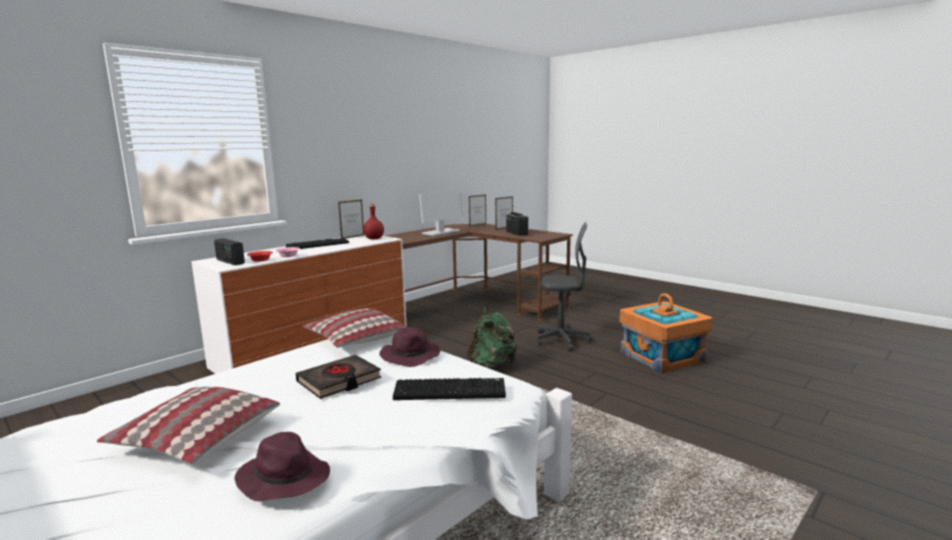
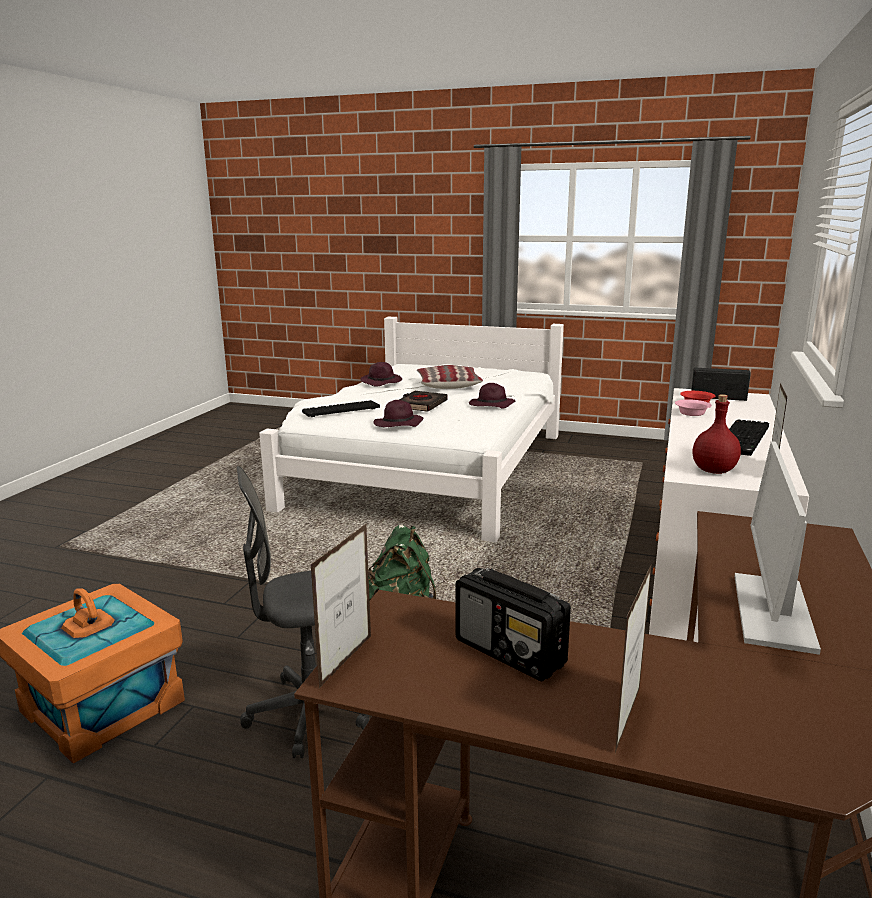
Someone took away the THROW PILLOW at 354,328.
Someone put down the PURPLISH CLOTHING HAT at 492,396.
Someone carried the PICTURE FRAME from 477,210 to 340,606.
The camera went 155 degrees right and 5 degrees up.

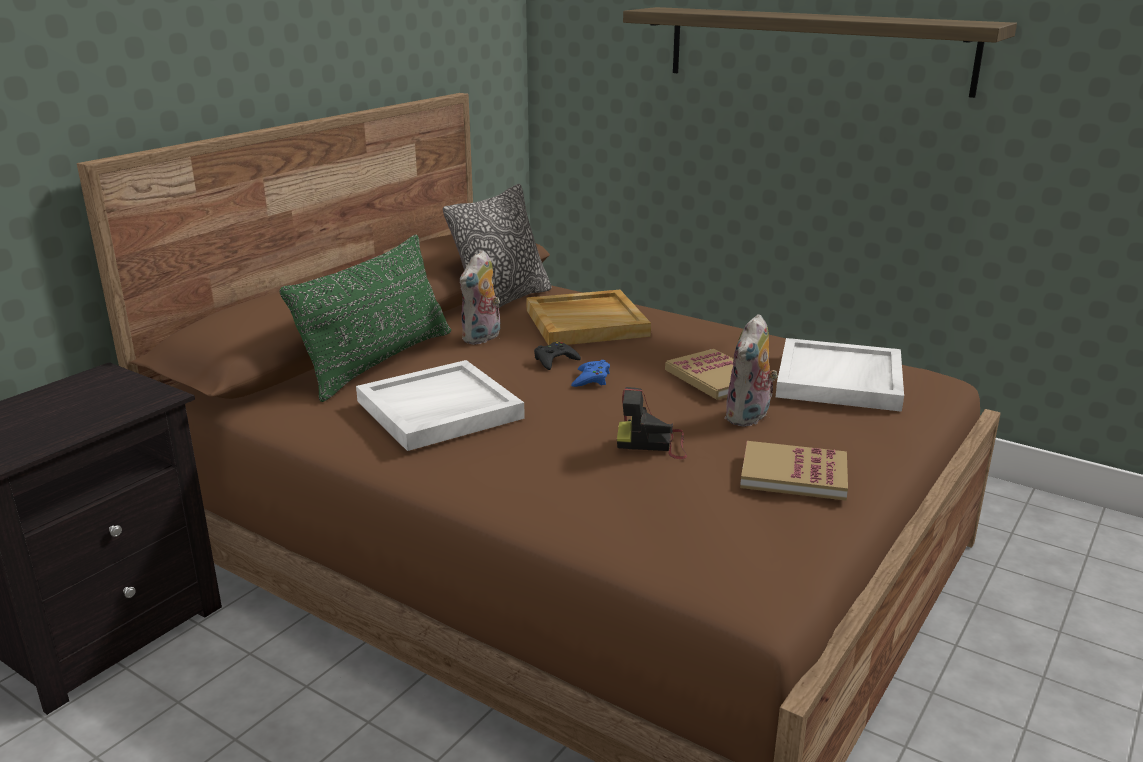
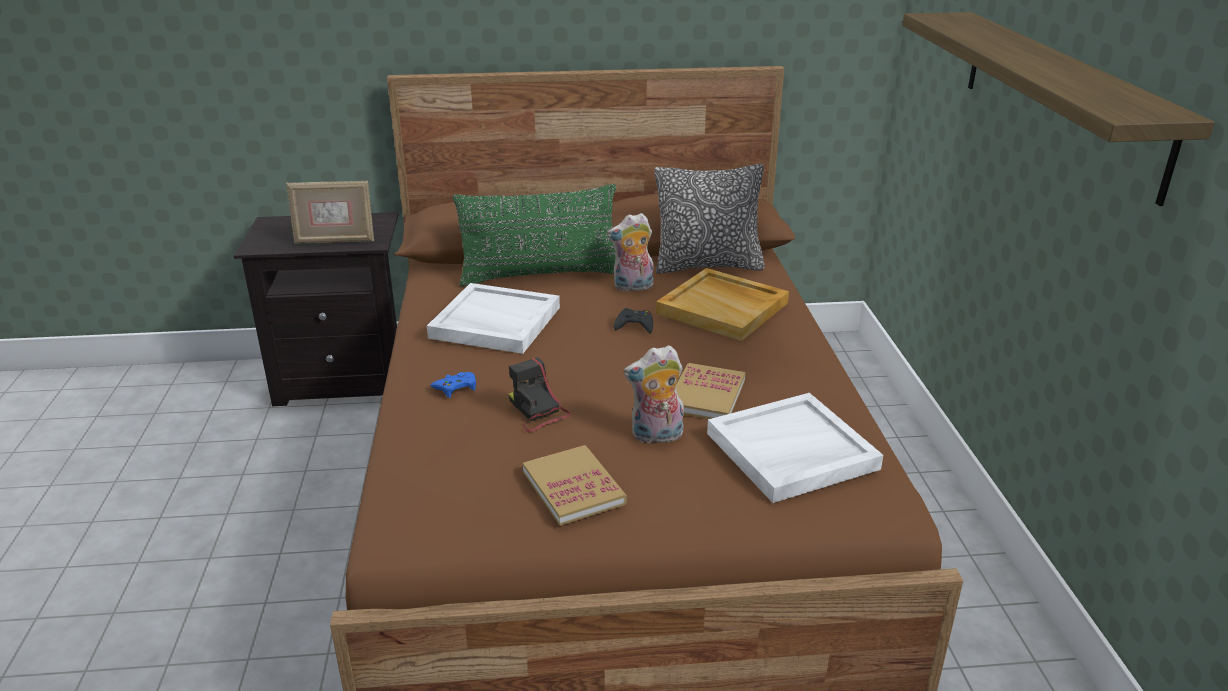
Someone put down the PICTURE FRAME at 330,212.
Someone carried the BLUISH JOYPAD from 590,373 to 453,385.
The camera went 50 degrees right and 5 degrees up.

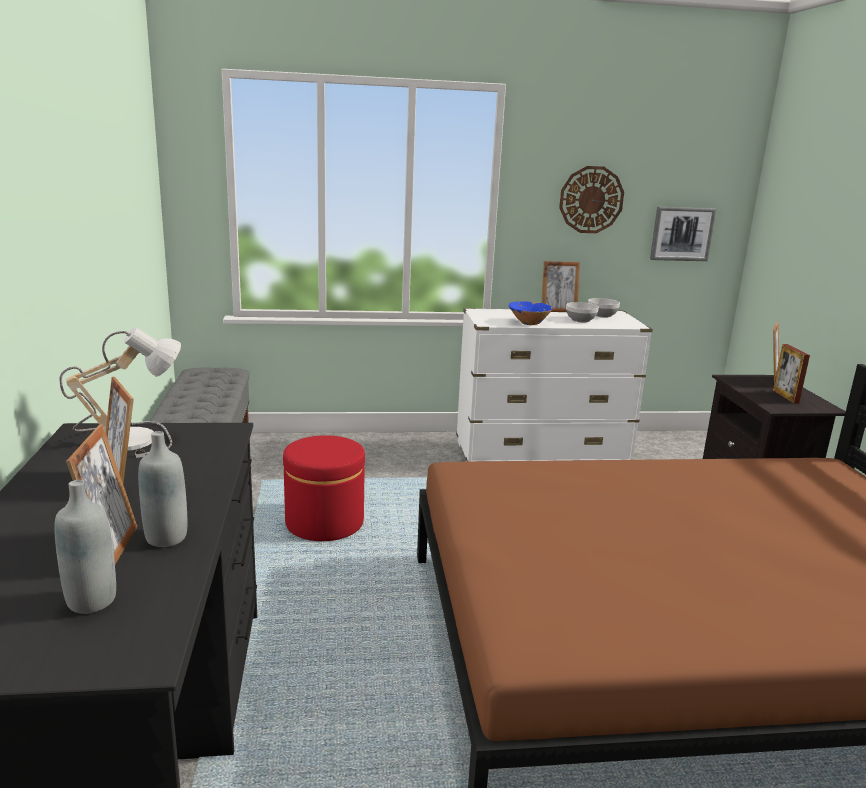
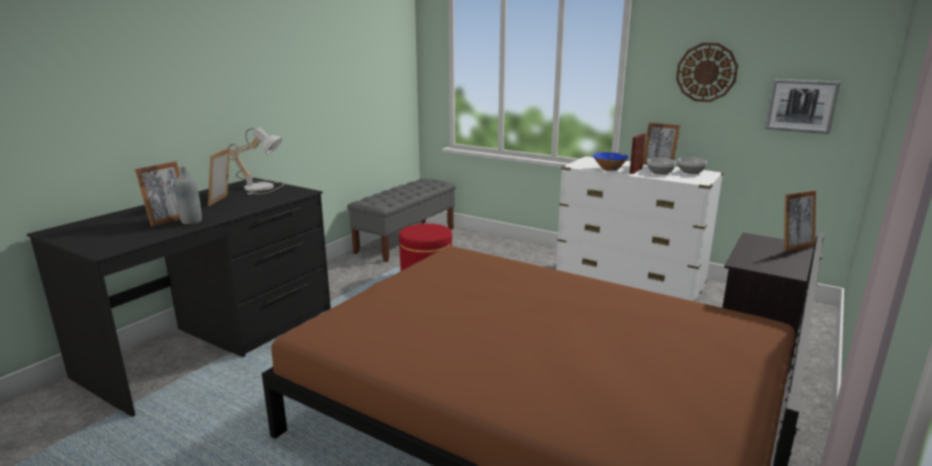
Someone took away the GRAY BEVERAGE BOTTLE at 85,547.
Someone carried the PICTURE FRAME from 791,374 to 637,153.
The camera went 40 degrees right and 0 degrees up.

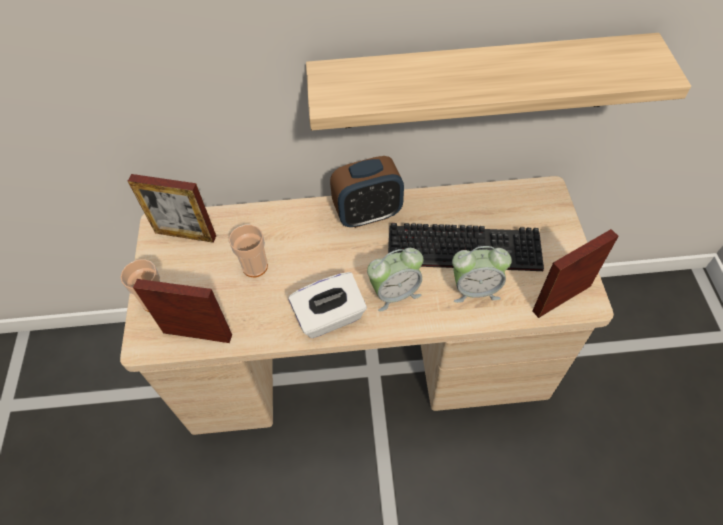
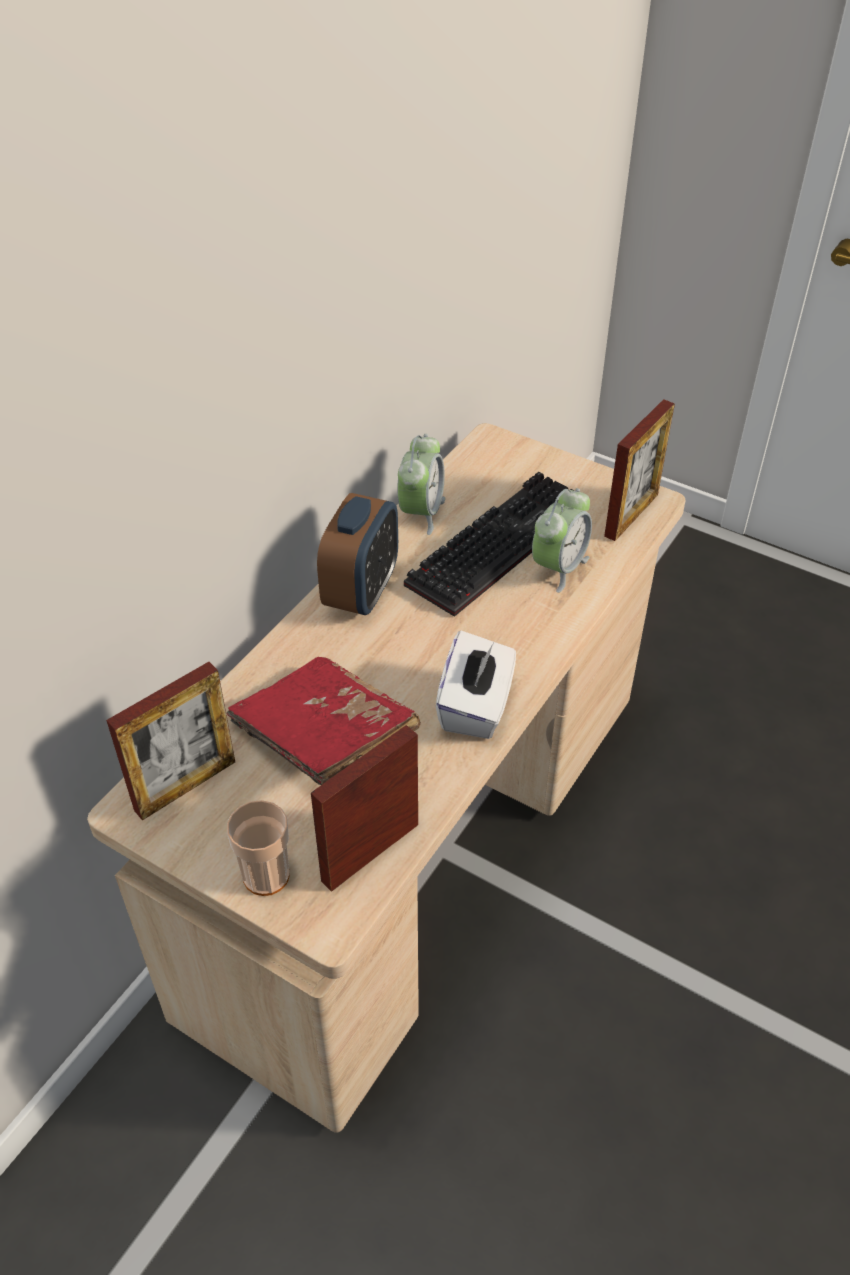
Someone took away the WALL SHELF at 498,81.
Someone carried the TABLE CLOCK from 395,280 to 421,484.
Someone swapped the CUP at 248,251 for the REDDISH BOOK at 323,721.
Someone rotated the PICTURE FRAME at 576,273 by 150 degrees counterclockwise.
The camera went 55 degrees left and 10 degrees down.

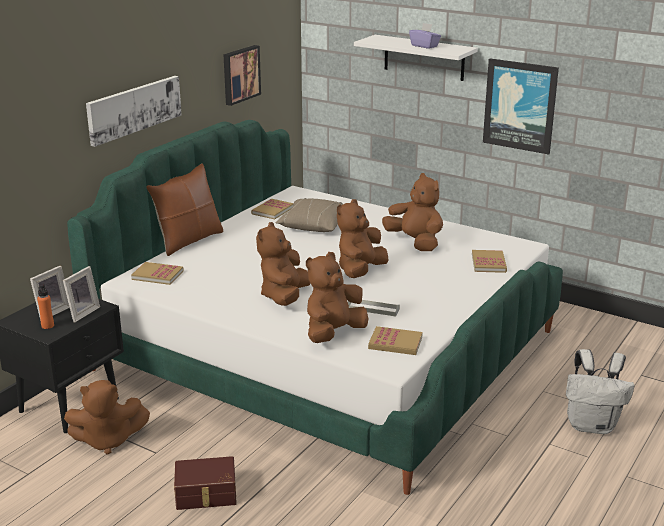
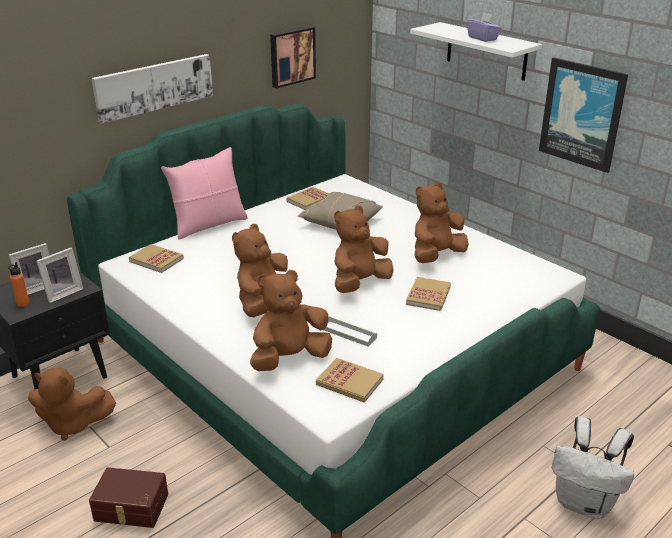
Someone carried the BOOK from 489,261 to 428,294.
Someone repainted the BROWN THROW PILLOW at 184,209, which became the PINK THROW PILLOW at 204,193.
Someone rotated the BROWN PLUSH TOY at 412,212 by 105 degrees counterclockwise.
The camera went 15 degrees right and 5 degrees up.

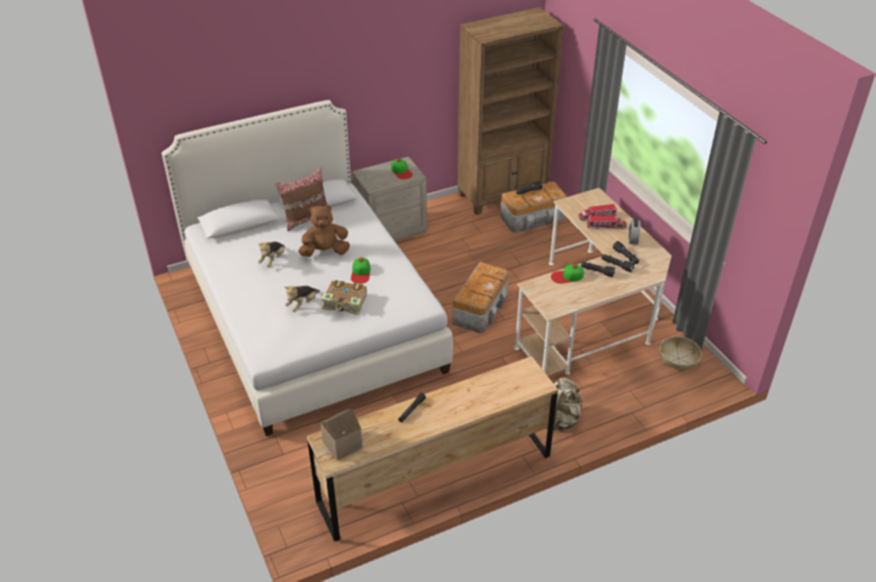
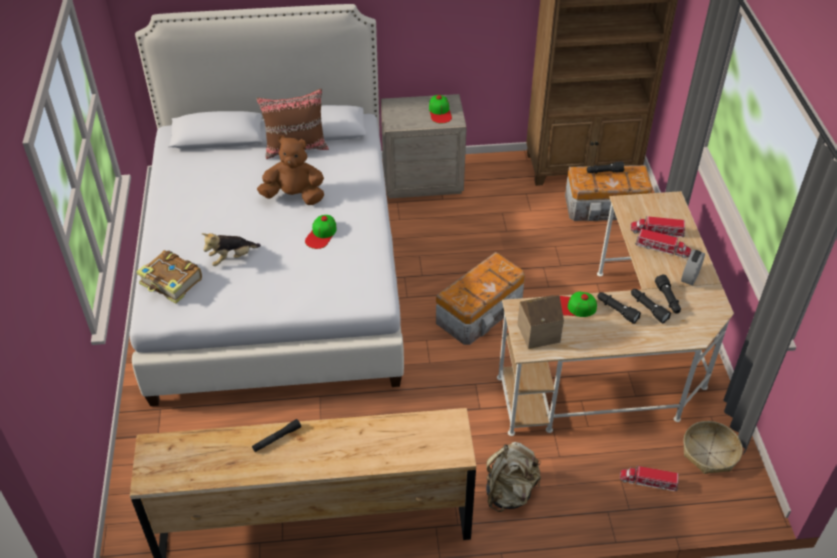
Someone took away the PLUSH TOY at 271,254.
Someone put down the TOY LORRY at 649,478.
Someone carried the MODEL HOUSE from 341,434 to 540,322.
Someone carried the BOOK from 344,297 to 169,277.
The camera went 20 degrees right and 5 degrees up.

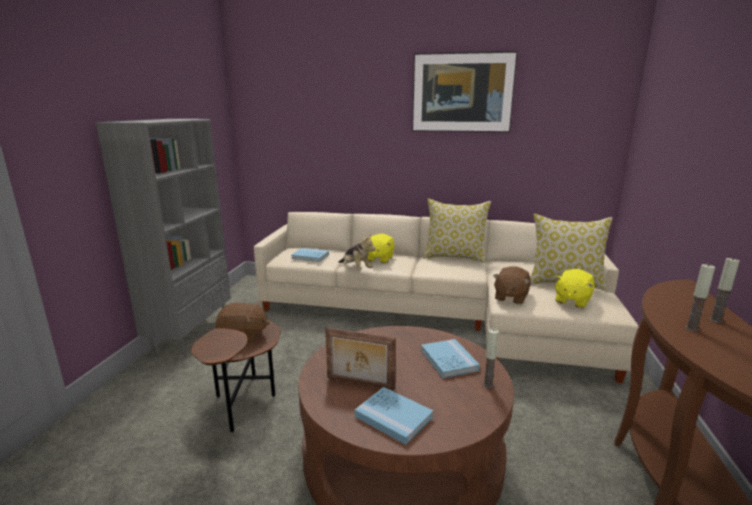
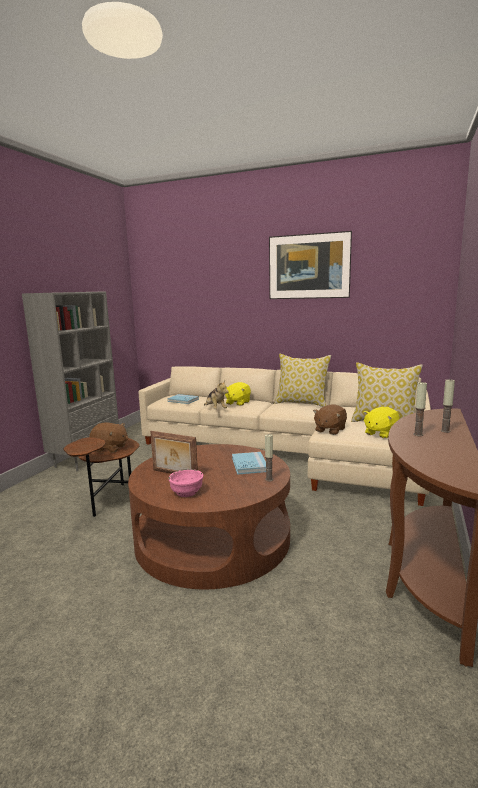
Someone swapped the BLUISH BOOK at 394,416 for the PINK DEEP DISH at 185,483.
The camera went 10 degrees right and 5 degrees down.

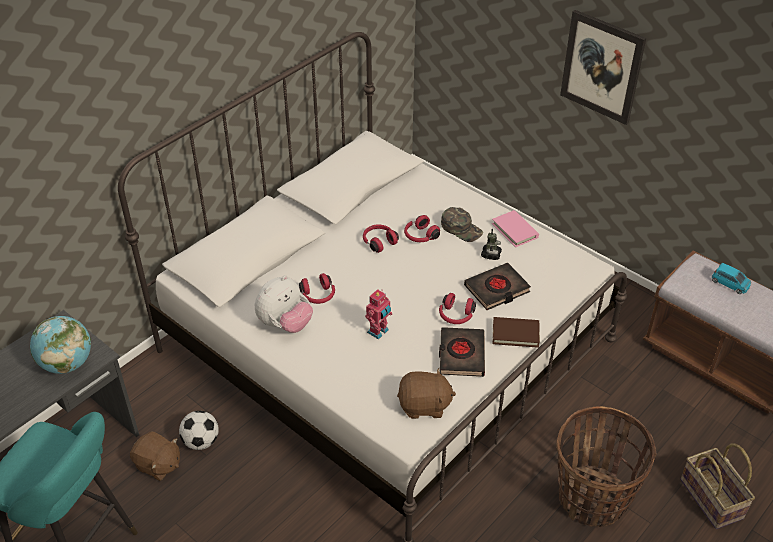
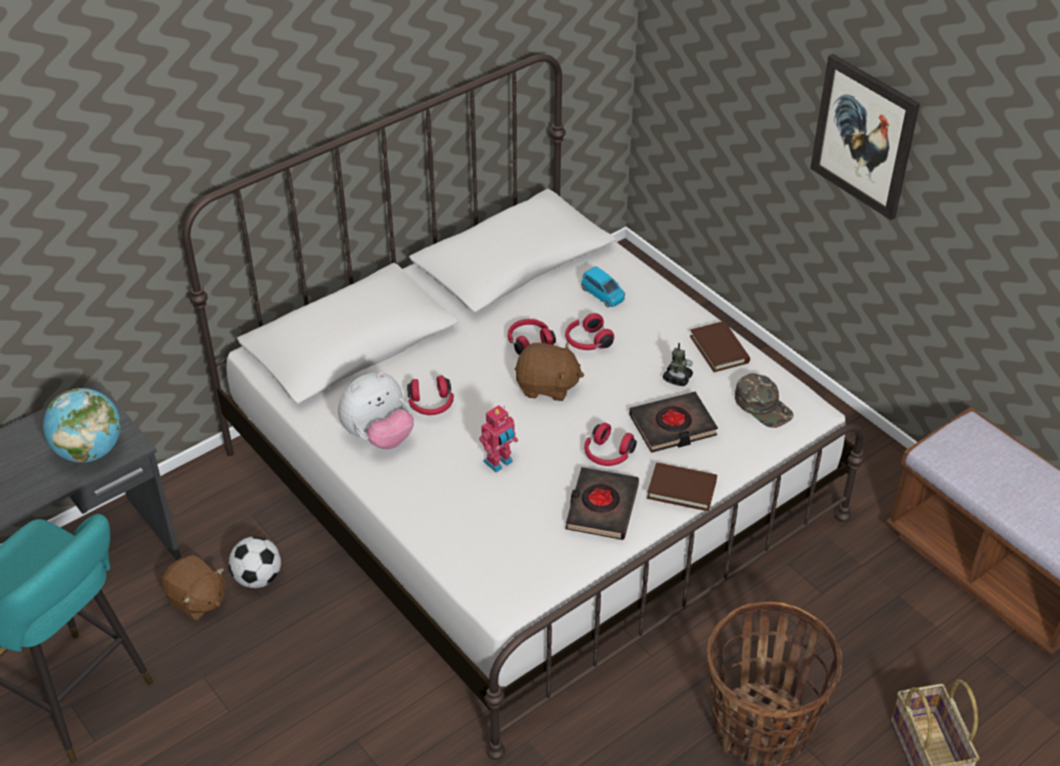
Someone carried the BROWN PLUSH TOY from 426,393 to 549,371.
Someone carried the GREEN-COLOURED PEAKED CAP from 462,224 to 764,400.
Someone carried the BLUISH MINIATURE CAR from 731,278 to 603,286.
Someone repainted the PINK BOOK at 515,228, which became the BROWN BOOK at 720,346.
The camera went 10 degrees right and 0 degrees up.

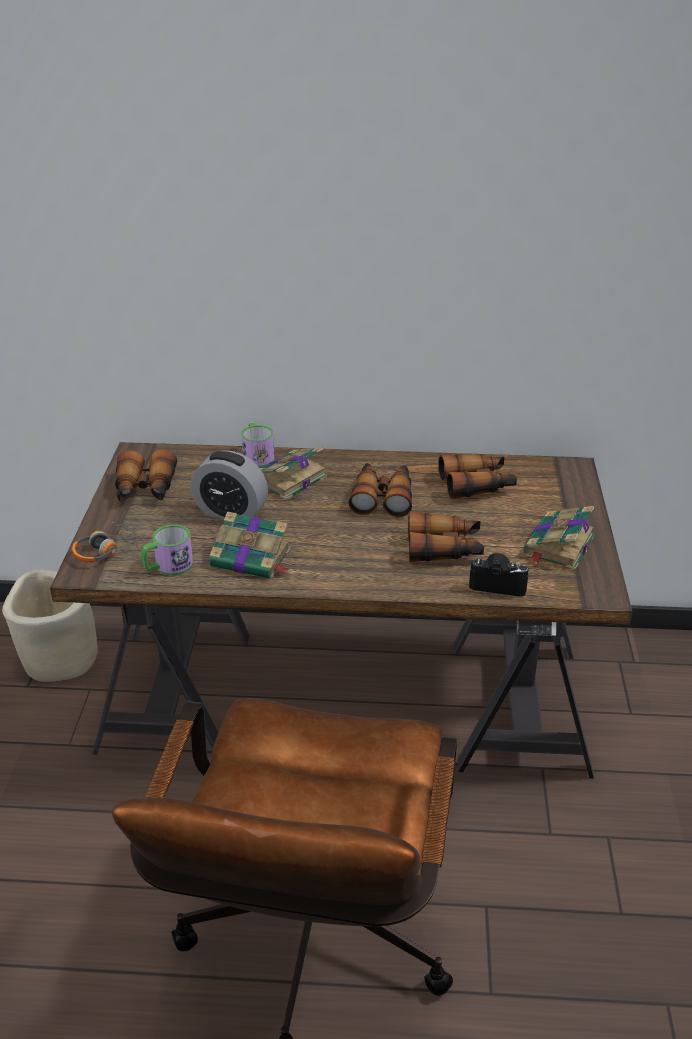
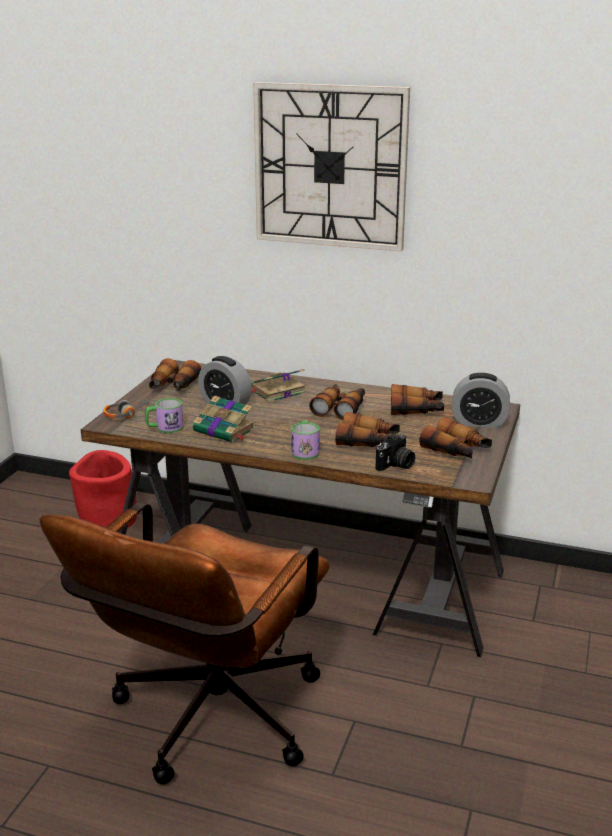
Someone put up the CLOCK ON THE WALL at 331,167.
Someone put down the TABLE CLOCK at 481,400.
Someone carried the MUG from 257,445 to 305,440.
Someone swapped the BOOK at 559,538 for the FIELD GLASSES at 455,437.
Someone repainted the BEIGE PLANTER at 50,625, which became the REDDISH PLANTER at 103,489.
Someone rotated the PHOTO CAMERA at 499,575 by 105 degrees clockwise.
The camera went 15 degrees right and 10 degrees down.

